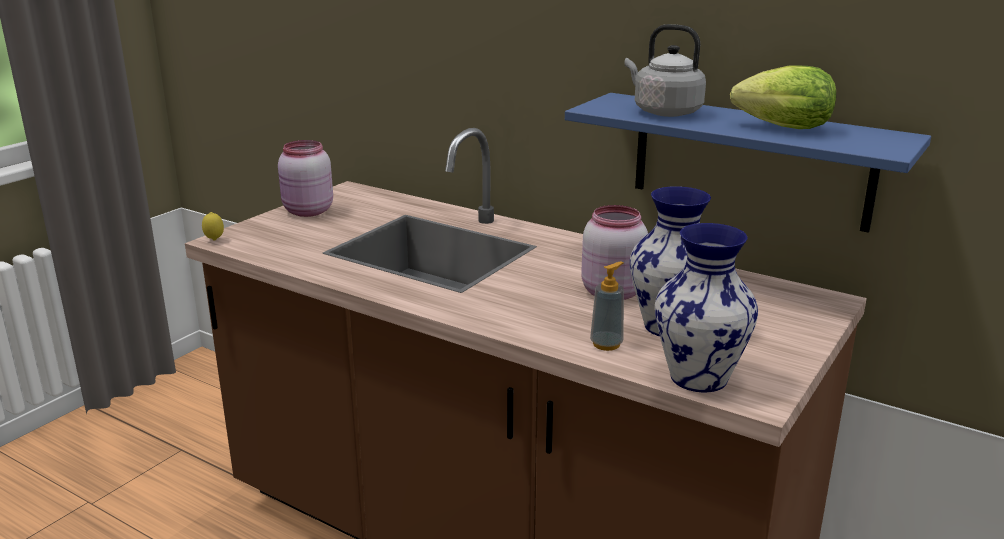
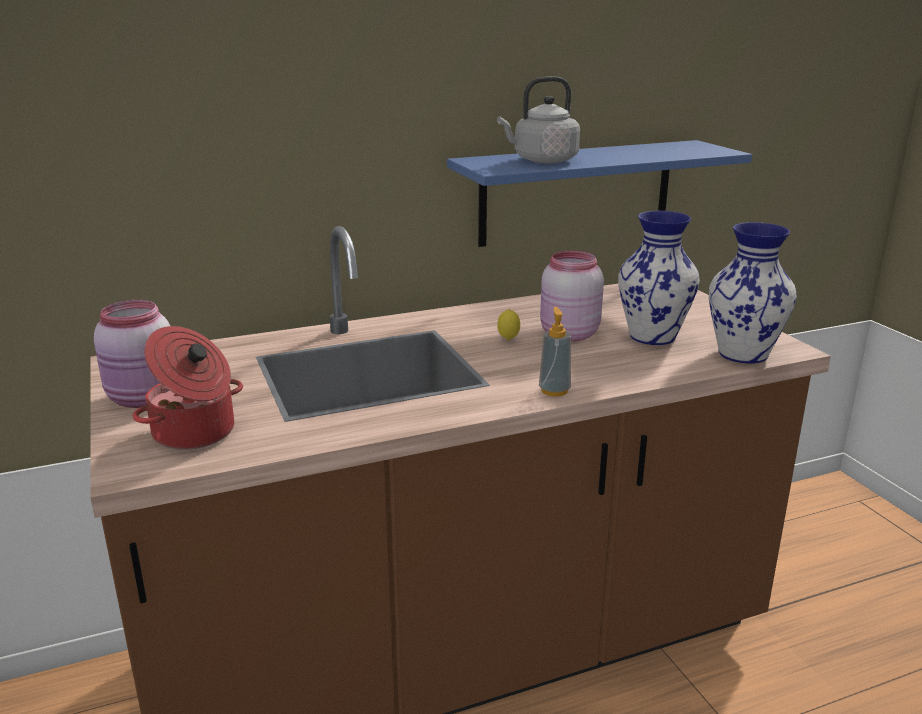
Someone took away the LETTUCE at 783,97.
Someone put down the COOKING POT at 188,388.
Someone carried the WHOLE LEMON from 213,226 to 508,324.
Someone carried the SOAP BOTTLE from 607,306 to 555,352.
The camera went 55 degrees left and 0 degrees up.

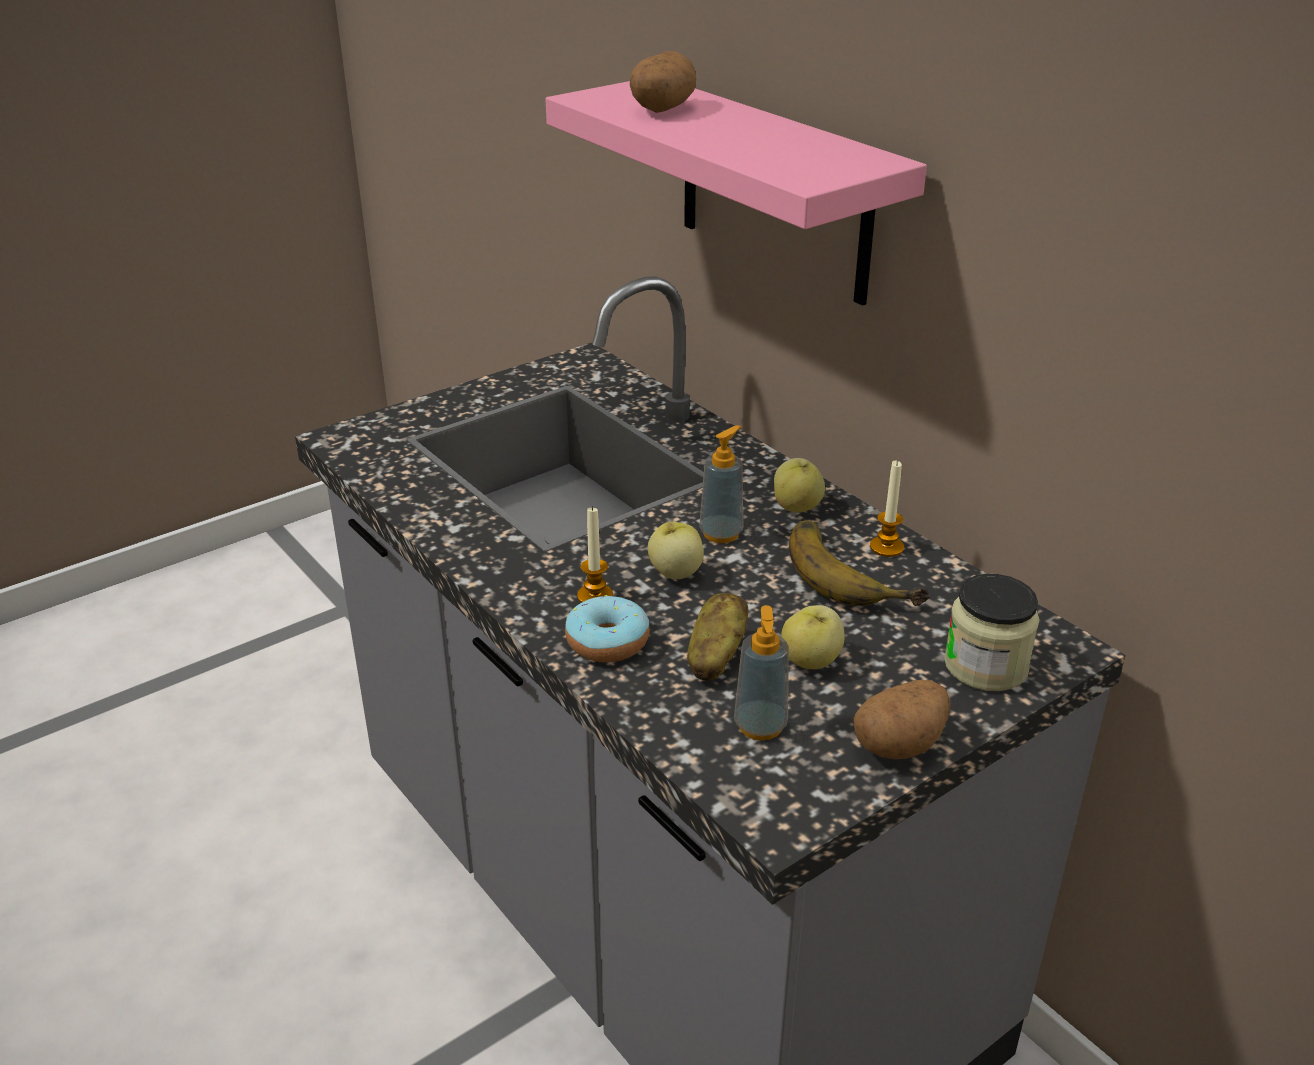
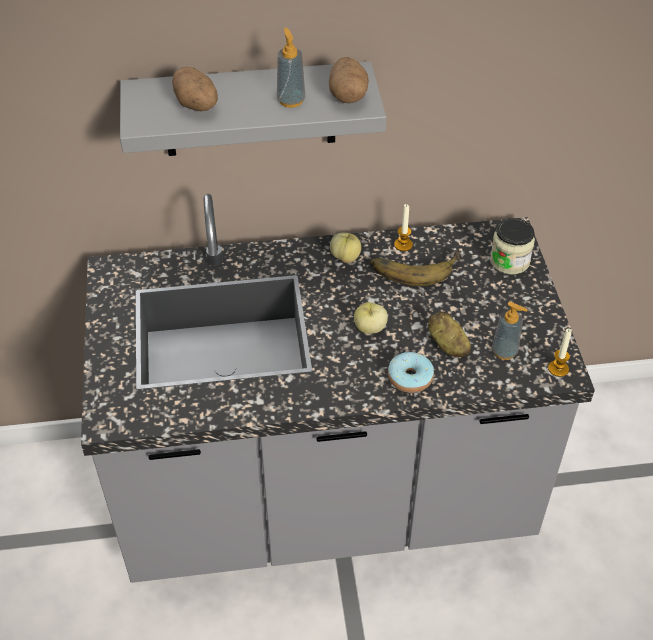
Someone took away the WHOLE APPLE at 813,637.
Someone carried the CANDLE from 595,554 to 560,353.
Someone carried the SOAP BOTTLE from 721,484 to 291,67.
Someone carried the POTATO from 901,719 to 349,80.
Someone repainted the PINK WALL SHELF at 736,193, which became the GRAY WALL SHELF at 253,109.
The camera went 60 degrees left and 15 degrees up.

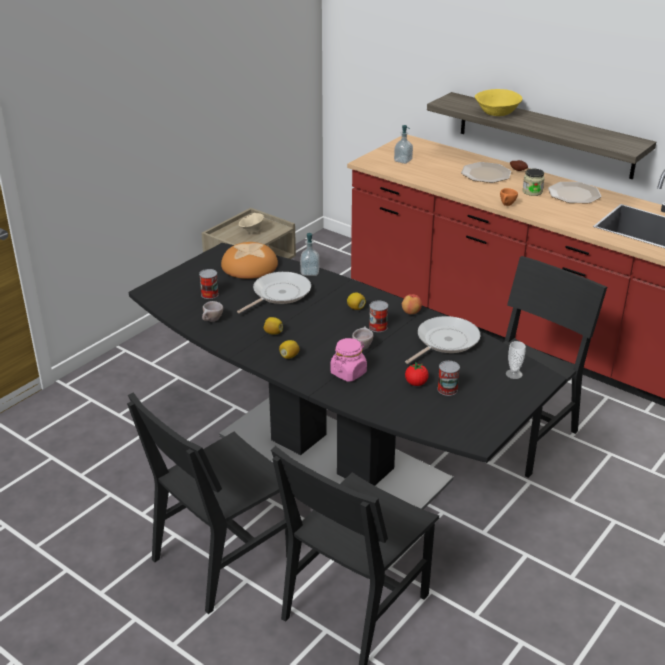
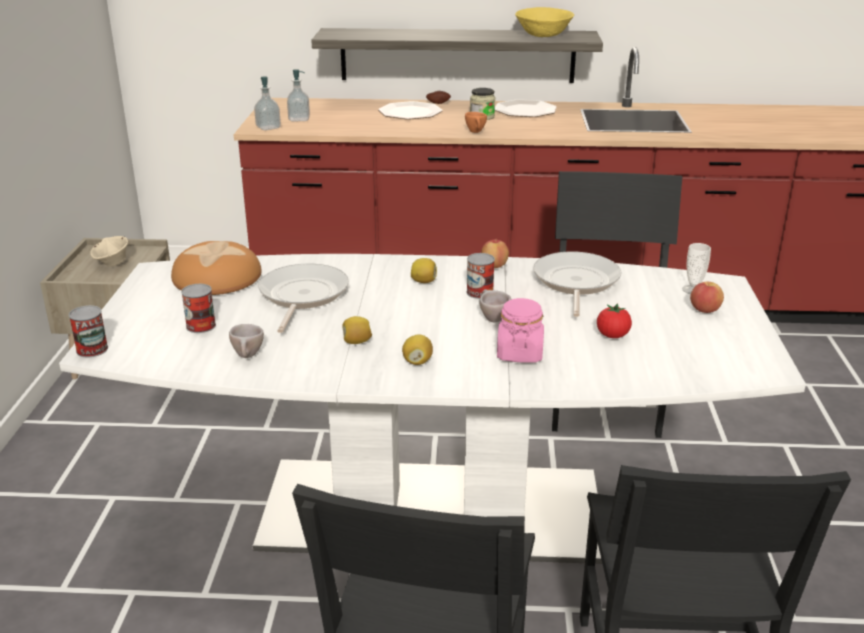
Someone put down the WHOLE APPLE at 707,297.
Someone carried the SOAP BOTTLE from 309,254 to 267,103.
Someone carried the METAL CAN from 448,378 to 88,331.
Someone carried the YELLOWISH DEEP DISH from 498,102 to 544,22.
Someone repainted the BLACK-COLOURED KITCHEN TABLE at 348,376, which became the WHITISH KITCHEN TABLE at 432,409.
The camera went 35 degrees left and 5 degrees down.

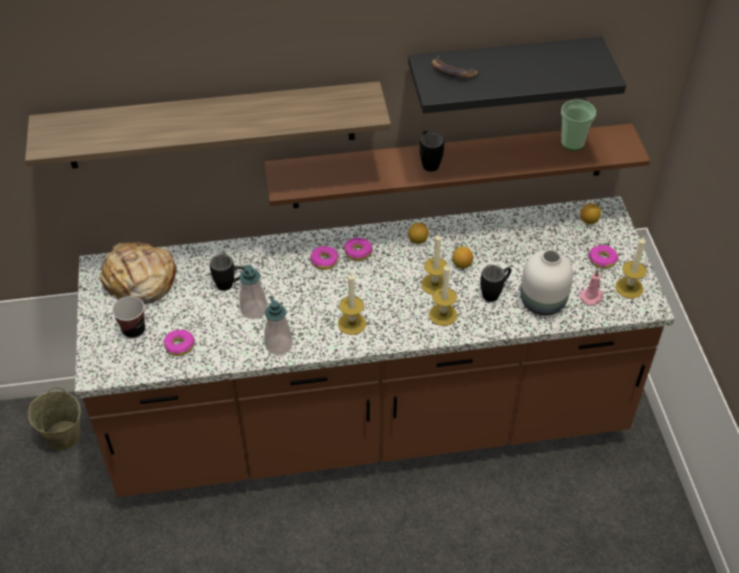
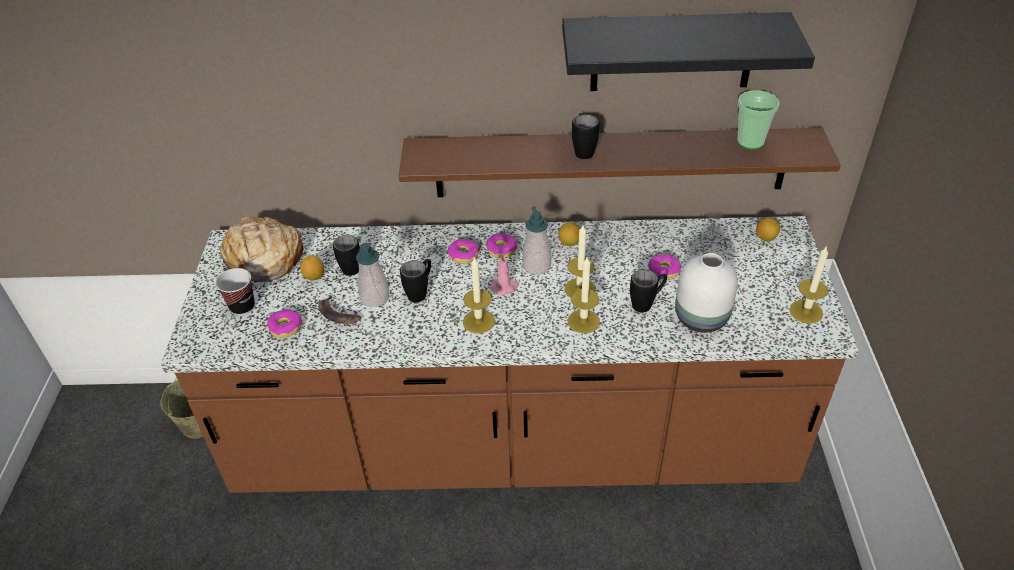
Someone took away the WALL SHELF at 208,125.
Someone put down the BLACK-COLOURED MUG at 415,281.
Someone carried the SOAP BOTTLE from 278,325 to 536,240.
Someone carried the BANANA from 455,67 to 339,309.
Someone carried the WHOLE LEMON from 463,257 to 312,268.
Someone carried the PINK CANDLE from 591,288 to 505,274.
Someone carried the DONUT from 603,257 to 664,267.
The camera went 10 degrees right and 5 degrees down.

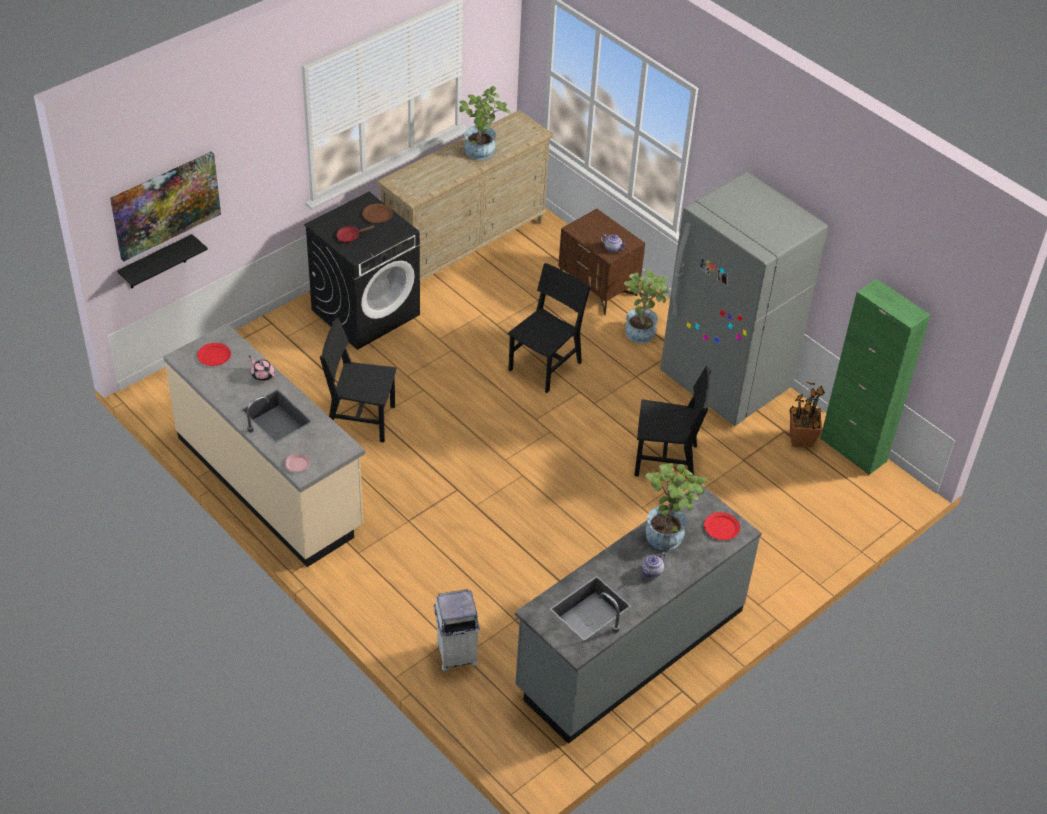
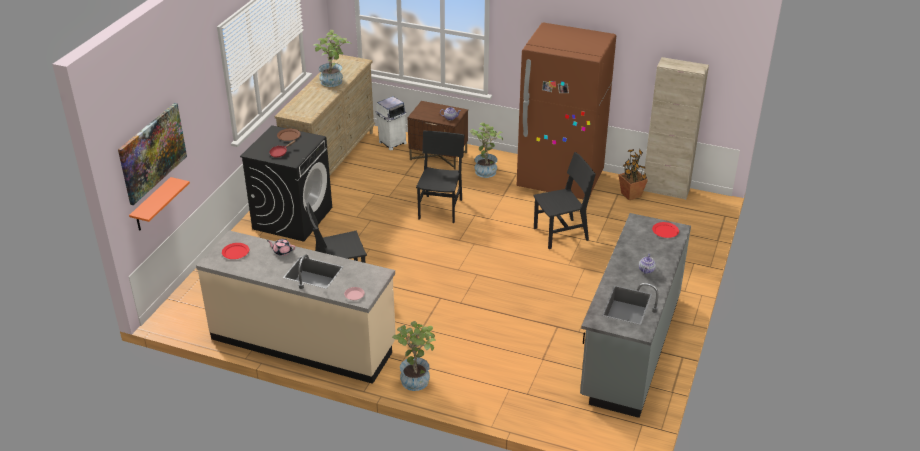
Someone carried the WHITISH TRASH CAN from 457,630 to 391,123.
Someone carried the POTTED PLANT from 676,506 to 414,356.
Someone repainted the BLACK-COLOURED WALL SHELF at 162,261, which became the ORANGE-COLOURED WALL SHELF at 159,204.
Someone repainted the GRAY FRIDGE at 744,299, which became the BROWN FRIDGE at 566,111.
Someone repainted the GREEN-COLOURED STORAGE CABINET at 875,377, which became the BEIGE STORAGE CABINET at 676,128.
The camera went 25 degrees left and 10 degrees down.

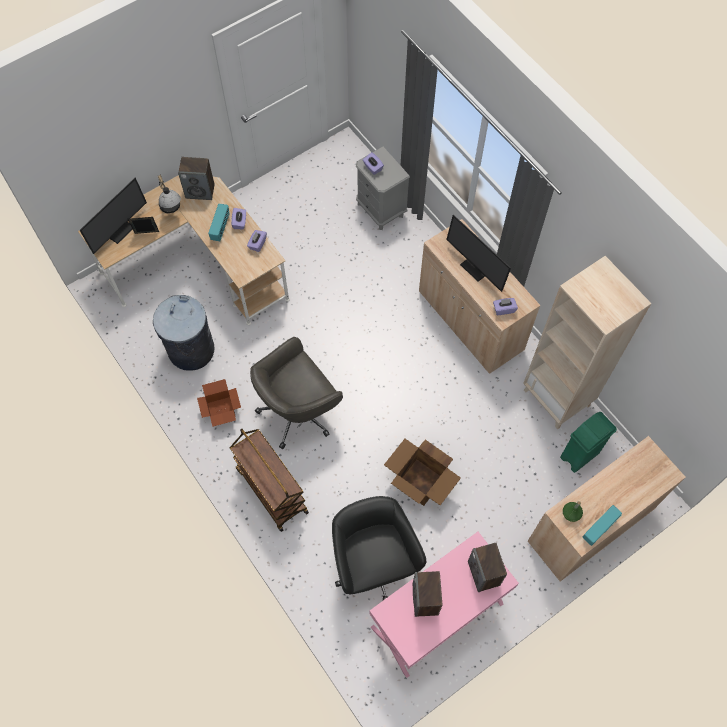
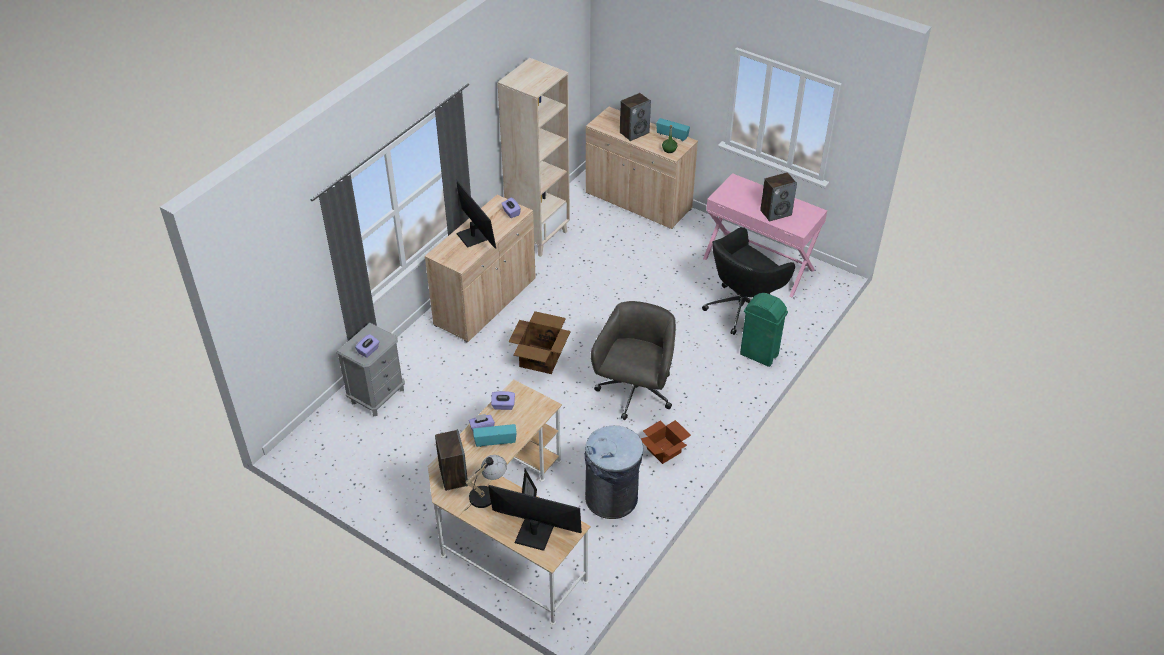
Someone took away the BROWN CART at 269,480.
Someone carried the PACKING BOX from 422,472 to 540,342.
Someone carried the AUDIO SPEAKER from 487,567 to 635,117.
Someone carried the GREEN-COLOURED TRASH CAN from 588,442 to 764,330.
Someone rotated the GRAY OFFICE CHAIR at 296,393 by 105 degrees counterclockwise.
Someone rotated the COMPUTER SCREEN at 478,253 by 60 degrees counterclockwise.
The camera went 110 degrees left and 20 degrees down.

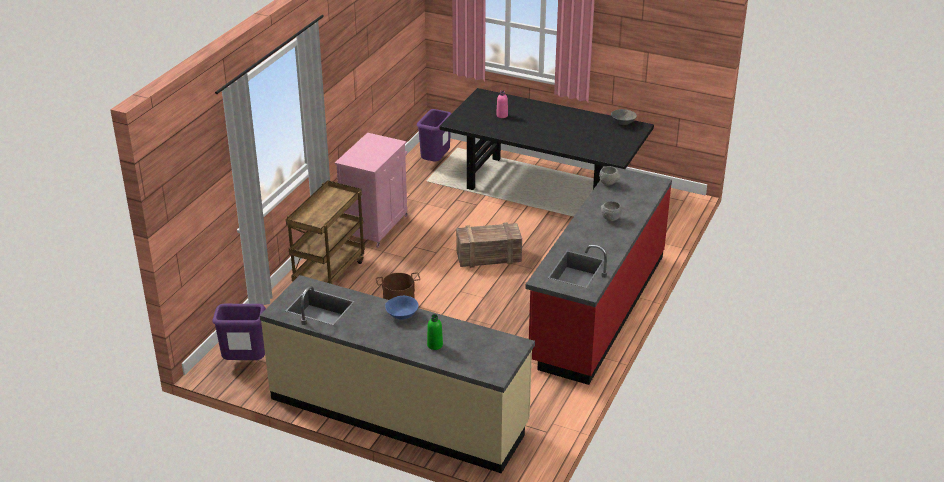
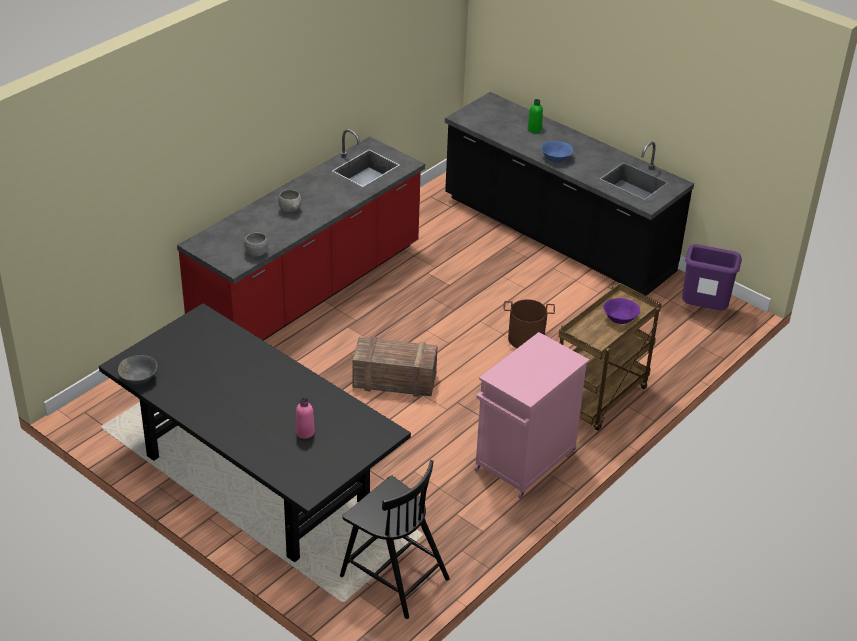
Someone put down the PURPLISH DEEP DISH at 621,311.
Someone swapped the PURPLISH TRASH CAN at 434,135 for the BLACK-COLOURED PLAIN CHAIR at 395,539.
Someone repainted the BEIGE COUNTER at 397,374, which became the BLACK-COLOURED COUNTER at 569,194.
The camera went 165 degrees left and 5 degrees up.

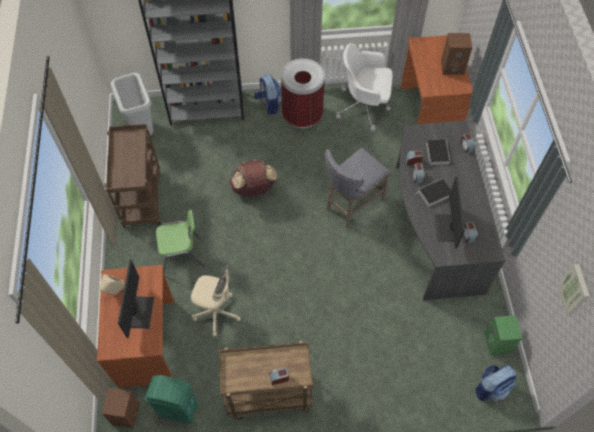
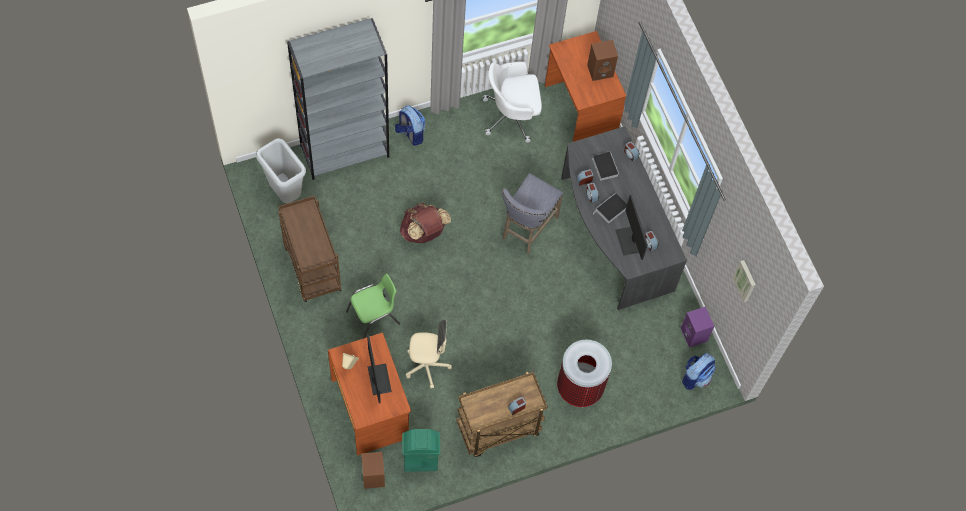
Someone carried the TRASH CAN from 303,93 to 584,373.
Someone repainted the GREEN-COLOURED AUDIO SPEAKER at 503,335, which became the PURPLISH AUDIO SPEAKER at 697,327.
The camera went 20 degrees left and 5 degrees up.

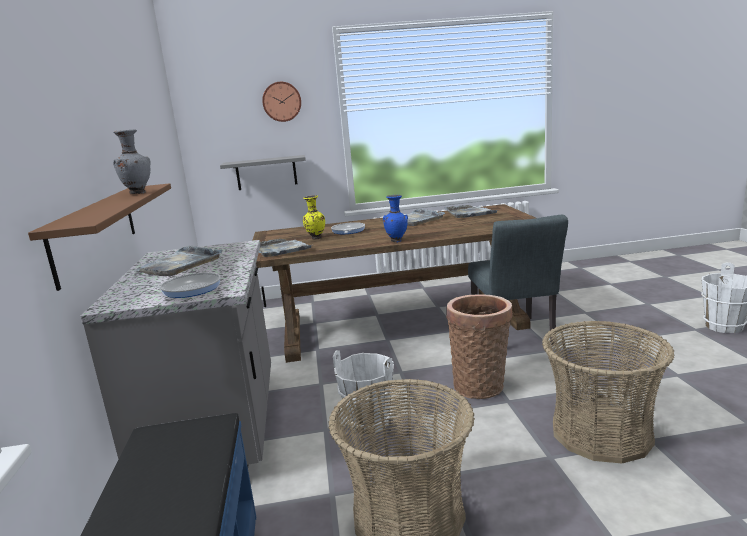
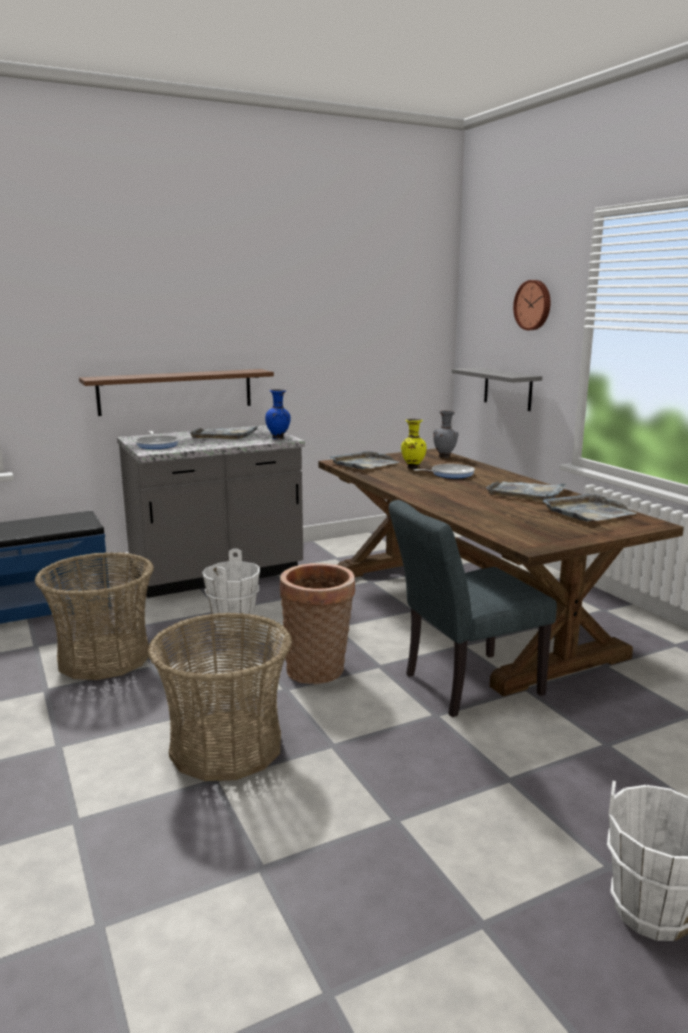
Someone carried the GRAY DECORATIVE VASE from 132,162 to 445,434.
Someone carried the BLUISH DECORATIVE VASE from 395,218 to 278,414.
The camera went 70 degrees right and 0 degrees up.

